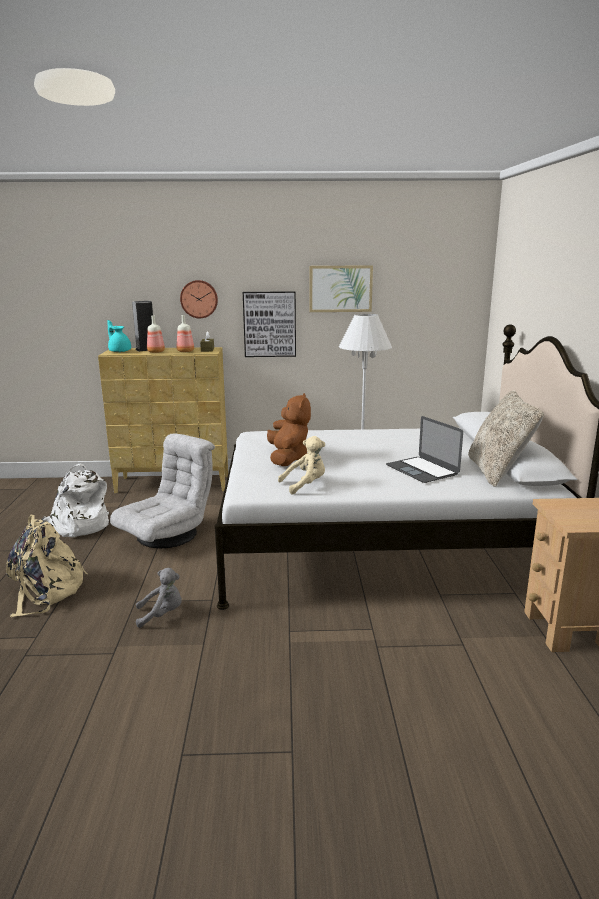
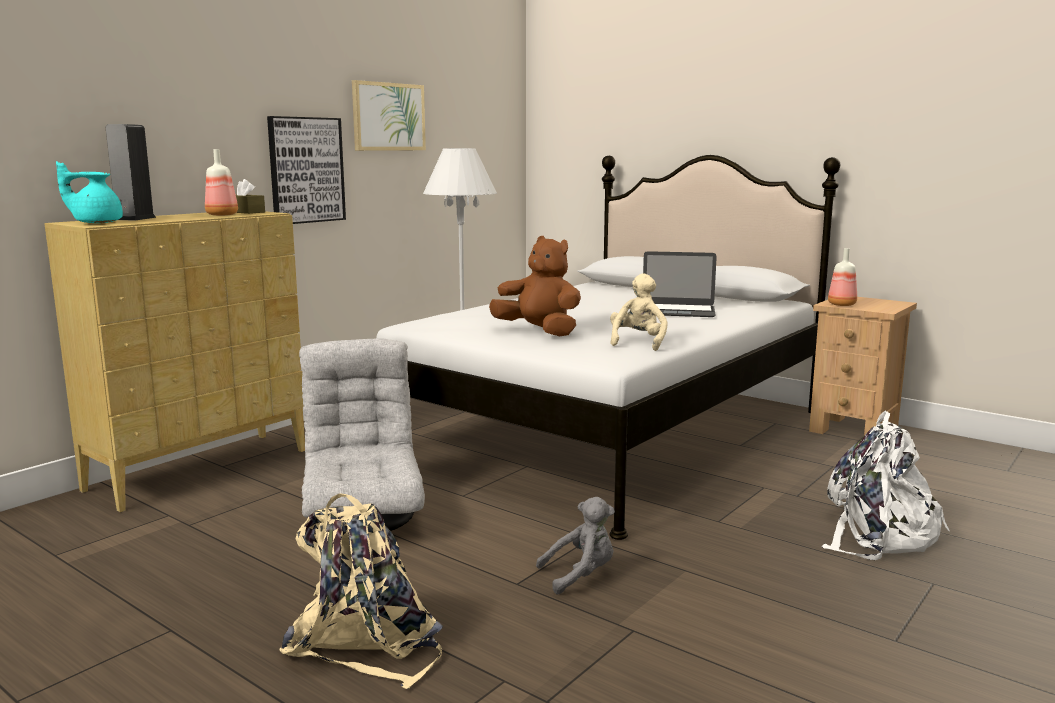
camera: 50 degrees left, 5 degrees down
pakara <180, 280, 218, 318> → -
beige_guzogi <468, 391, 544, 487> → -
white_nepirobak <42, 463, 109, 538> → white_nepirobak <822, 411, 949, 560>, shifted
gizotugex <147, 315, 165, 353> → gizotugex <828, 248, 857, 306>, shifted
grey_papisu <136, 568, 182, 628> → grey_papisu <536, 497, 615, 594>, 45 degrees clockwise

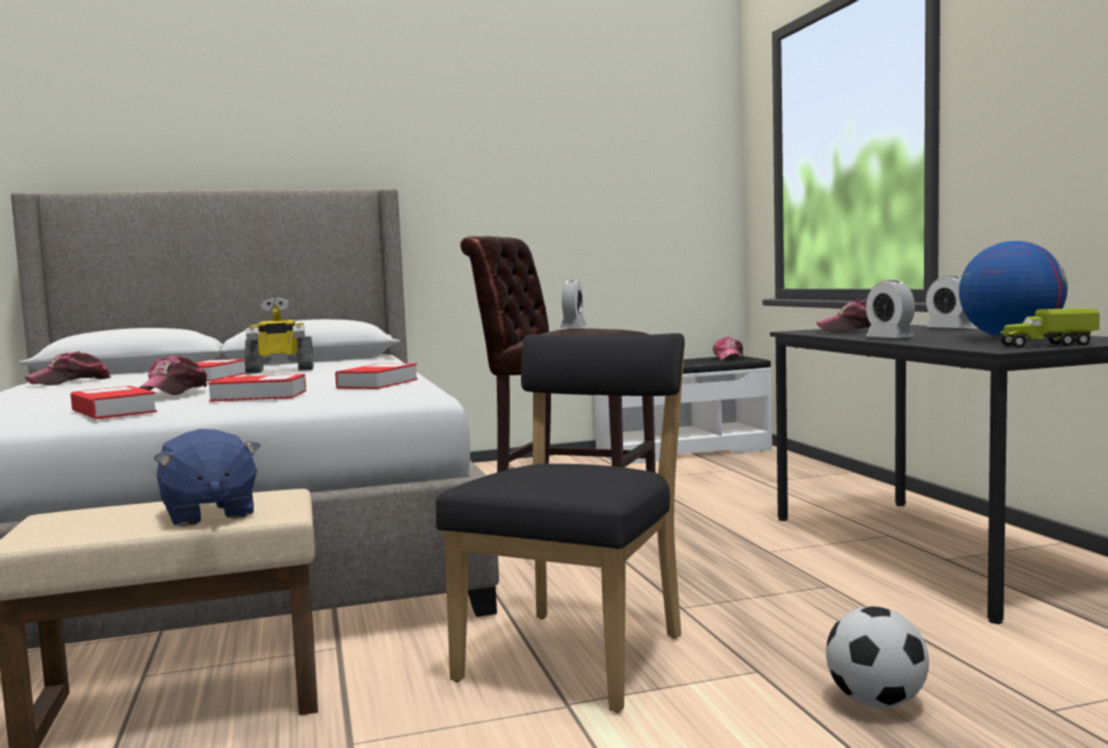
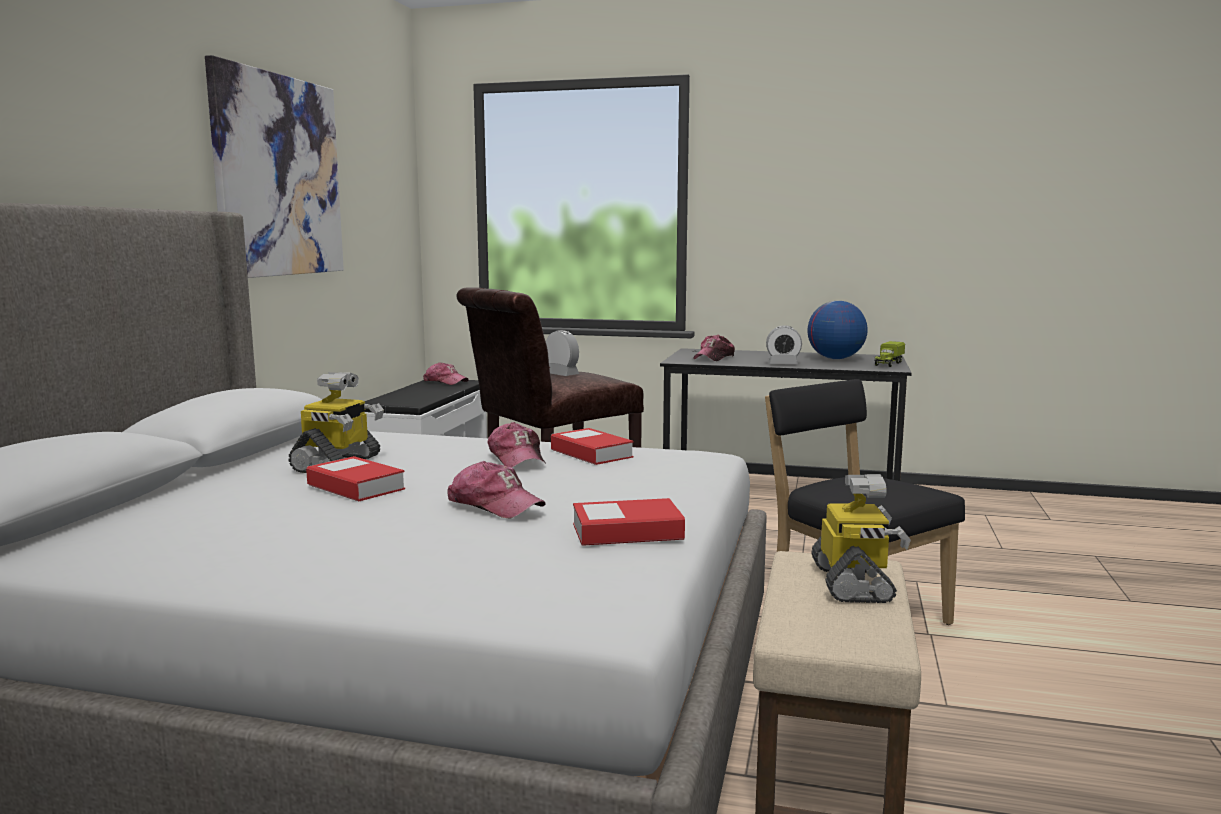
camera: 60 degrees left, 5 degrees up
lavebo <208, 374, 306, 402> → -
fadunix <826, 606, 929, 708> → -
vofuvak <926, 276, 973, 328> → -
- → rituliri <205, 55, 344, 278>
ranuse <25, 351, 111, 386> → ranuse <488, 422, 546, 467>, shifted
blue_papisu <154, 429, 261, 527> → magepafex <811, 474, 911, 603>

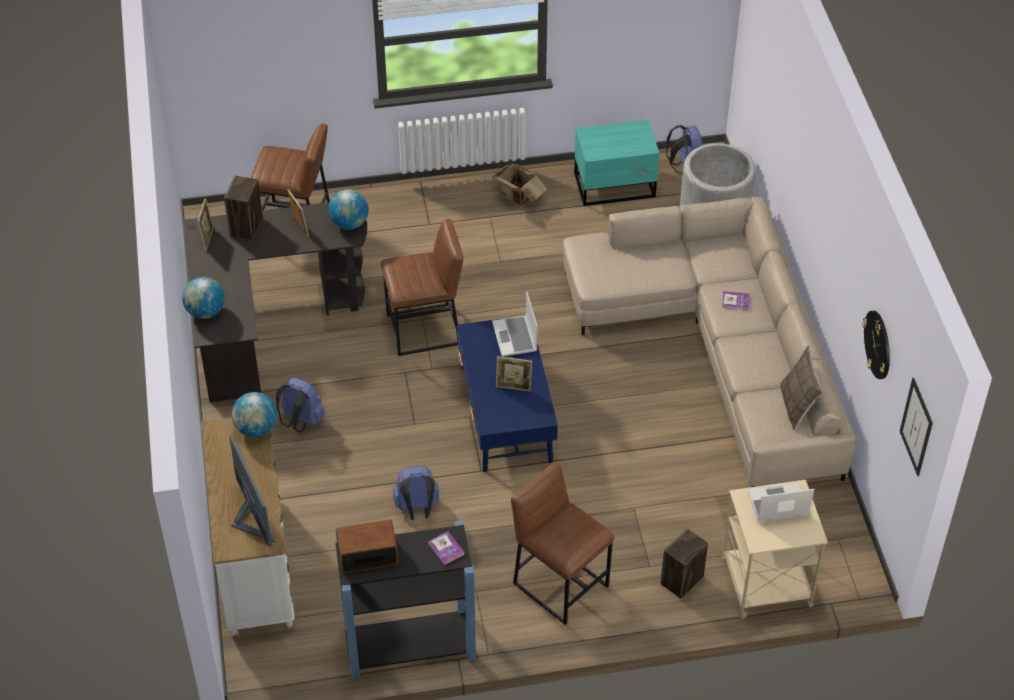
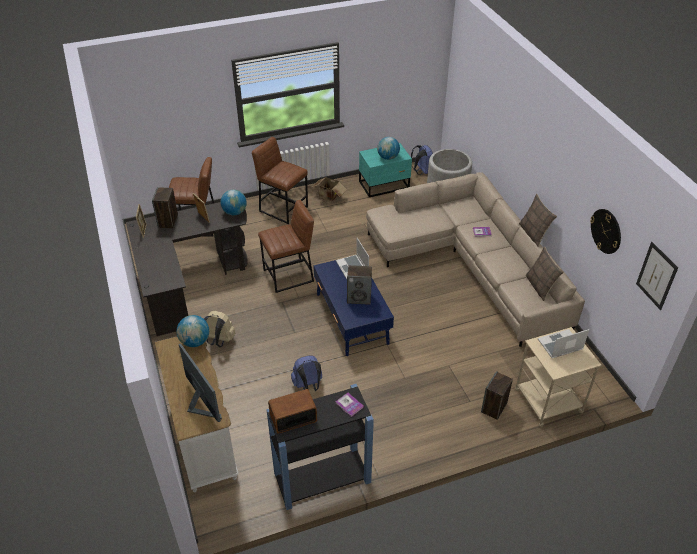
camera: 10 degrees left, 5 degrees down
- → guzogi <519, 194, 557, 247>
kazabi <182, 277, 225, 319> → kazabi <377, 137, 400, 160>, shifted
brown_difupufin <511, 462, 614, 625> → brown_difupufin <252, 137, 308, 224>, shifted
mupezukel <496, 356, 532, 391> → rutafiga <347, 265, 372, 305>
blue_nepirobak <276, 378, 325, 432> → beige_nepirobak <204, 311, 235, 347>

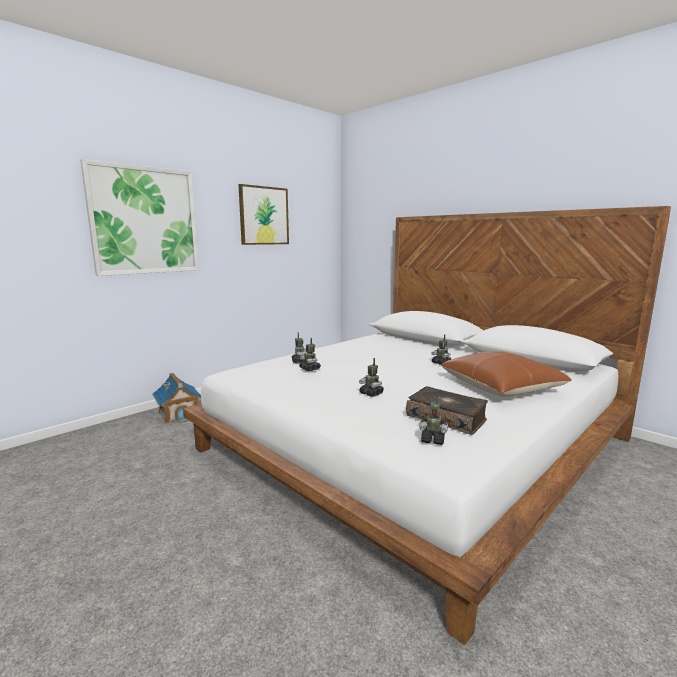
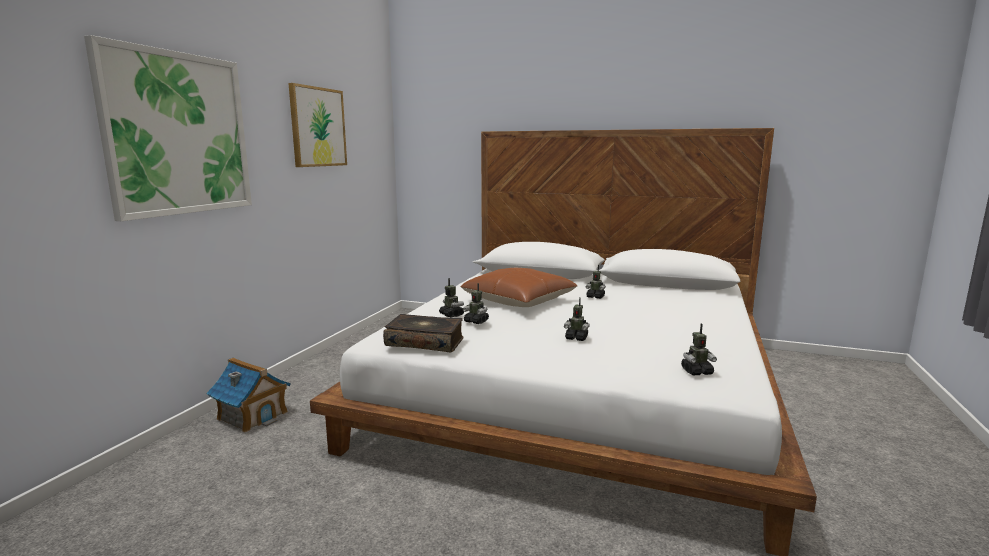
camera: 25 degrees left, 0 degrees up
lavebo <406, 386, 488, 435> → lavebo <383, 314, 463, 353>, shifted
brown_guzogi <441, 352, 572, 397> → brown_guzogi <461, 268, 577, 307>, shifted

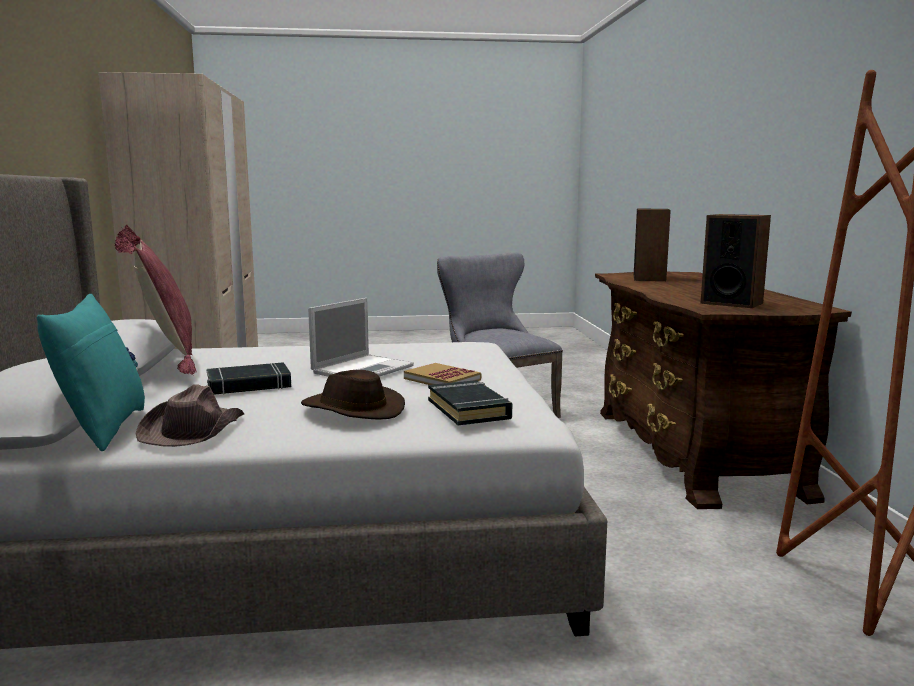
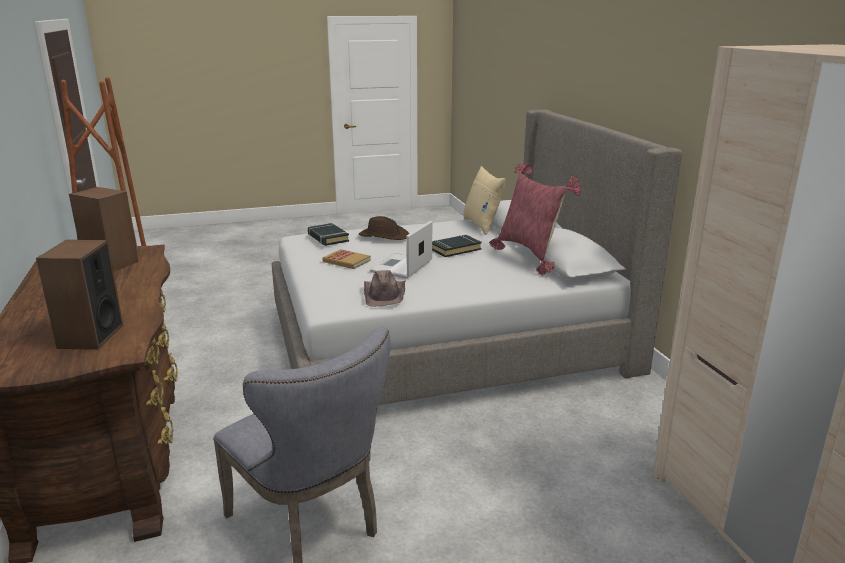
camera: 170 degrees right, 10 degrees up
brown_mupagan <135, 384, 244, 447> → brown_mupagan <364, 270, 406, 307>, shifted
turquoise_guzogi <36, 294, 145, 451> → beige_guzogi <464, 166, 505, 235>

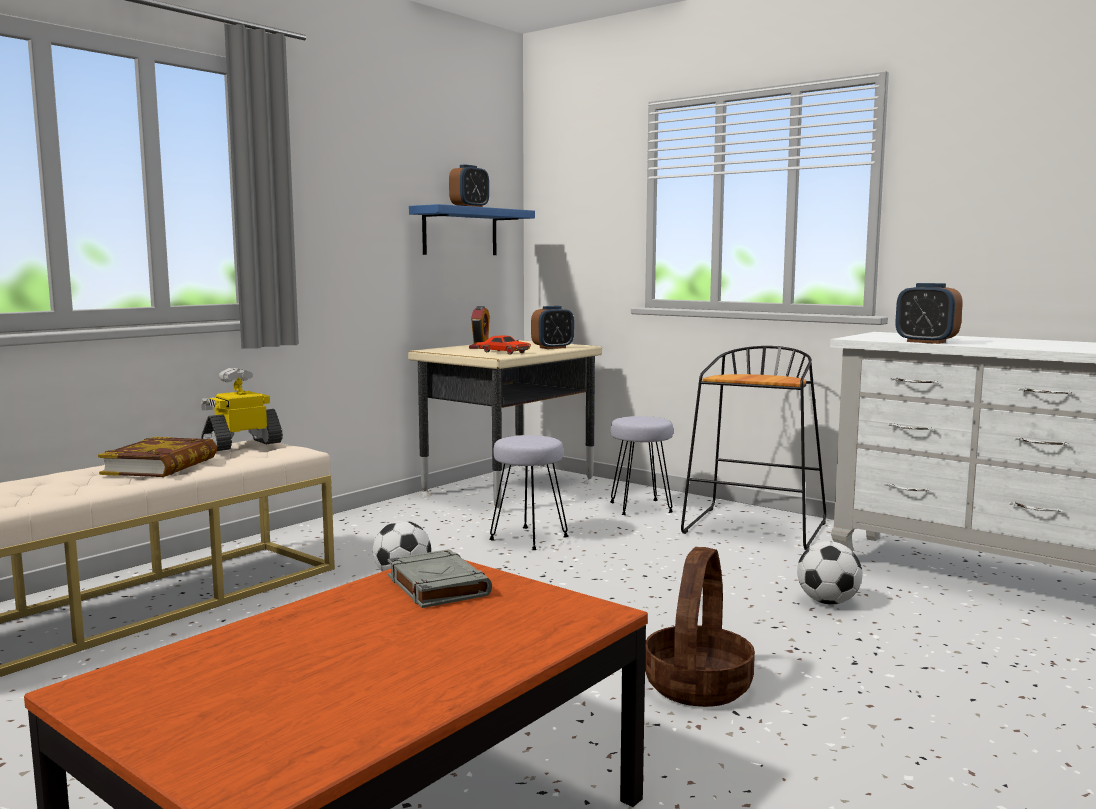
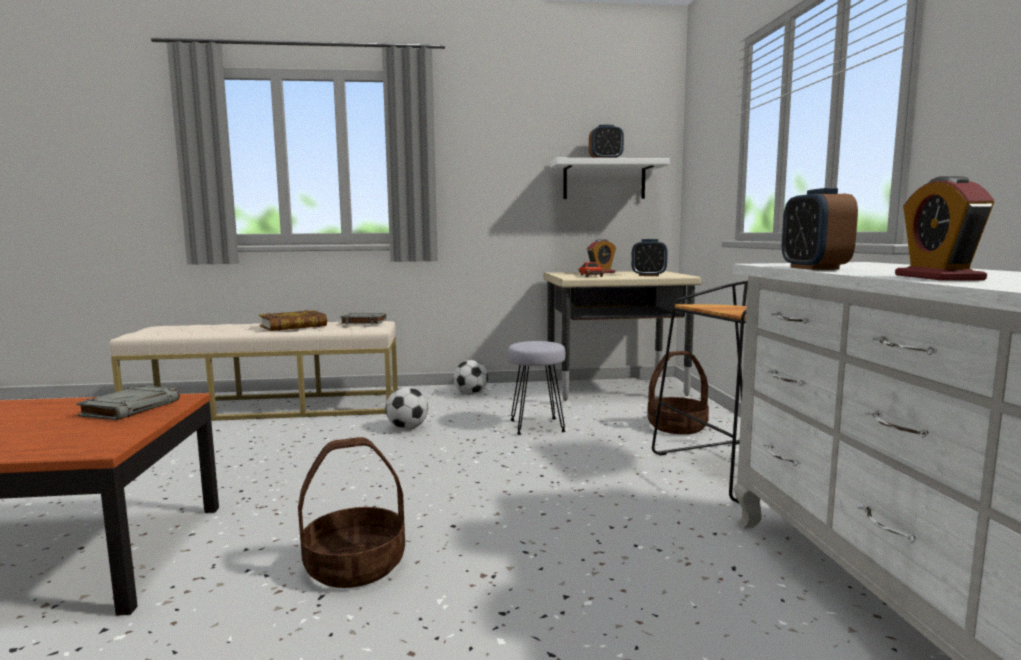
camera: 45 degrees right, 0 degrees up
- → vofuvak <895, 176, 995, 281>
fadunix <797, 541, 862, 604> → fadunix <453, 360, 488, 395>, shifted
magepafex <201, 368, 283, 451> → grey_lavebo <340, 313, 386, 324>
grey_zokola <610, 416, 673, 515> → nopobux <647, 351, 709, 434>
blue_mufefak <409, 204, 535, 255> → white_mufefak <550, 158, 670, 199>

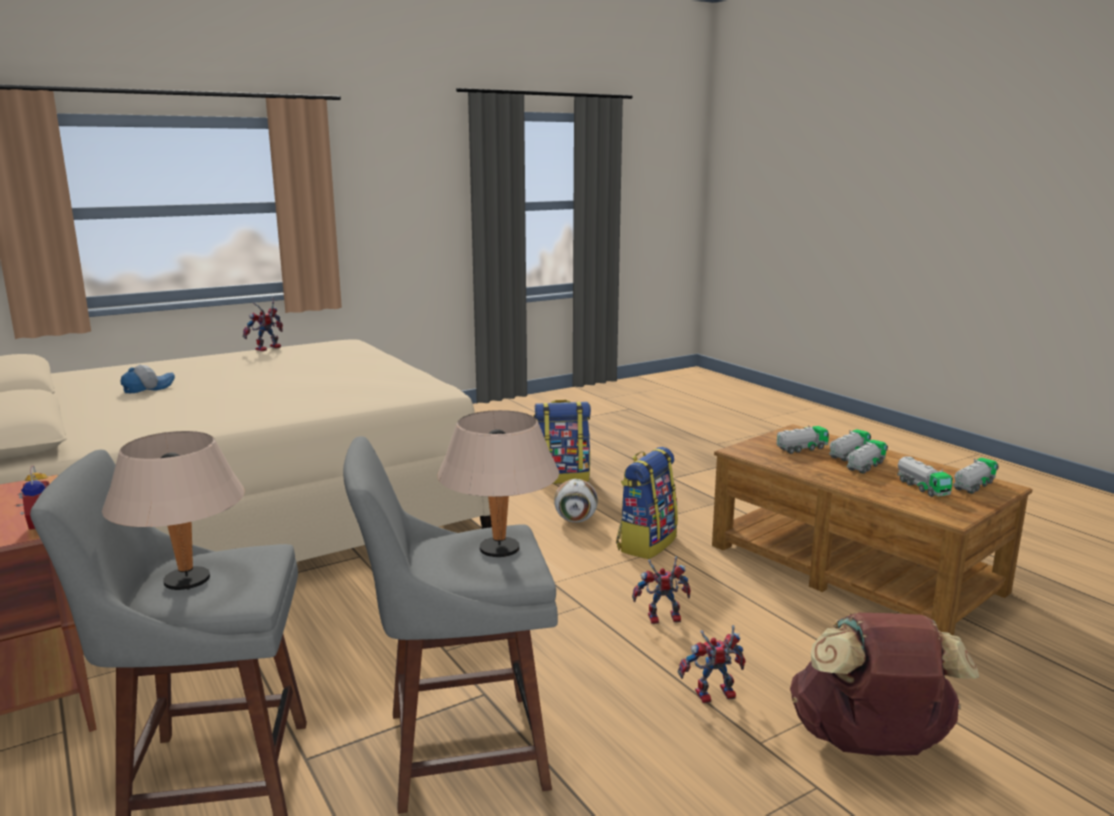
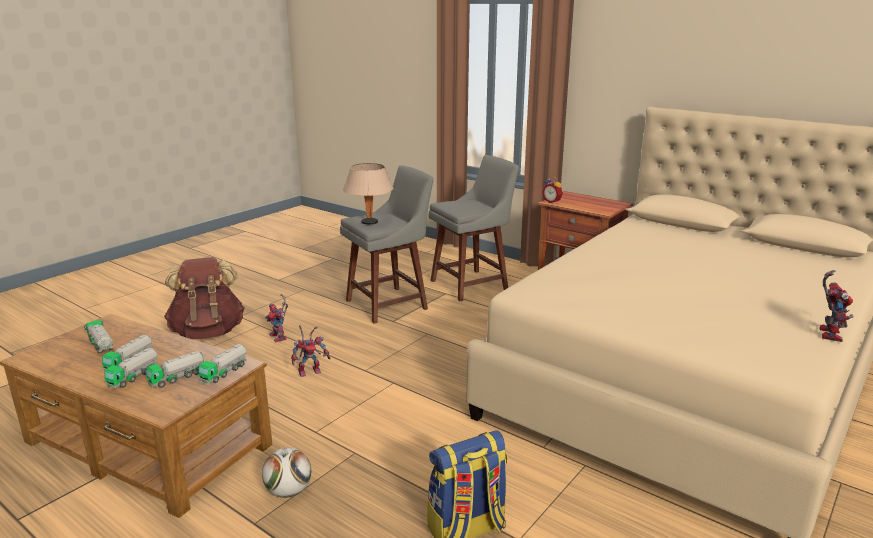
camera: 160 degrees right, 5 degrees up
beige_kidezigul <102, 431, 245, 590> → -
ranuse <120, 365, 175, 393> → -
nepirobak <616, 447, 678, 559> → -
fadunix <554, 479, 598, 523> → fadunix <262, 447, 311, 498>, shifted
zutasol <953, 458, 999, 494> → zutasol <198, 344, 247, 383>, shifted
magepafex <678, 625, 746, 703> → magepafex <265, 294, 288, 342>, 90 degrees clockwise

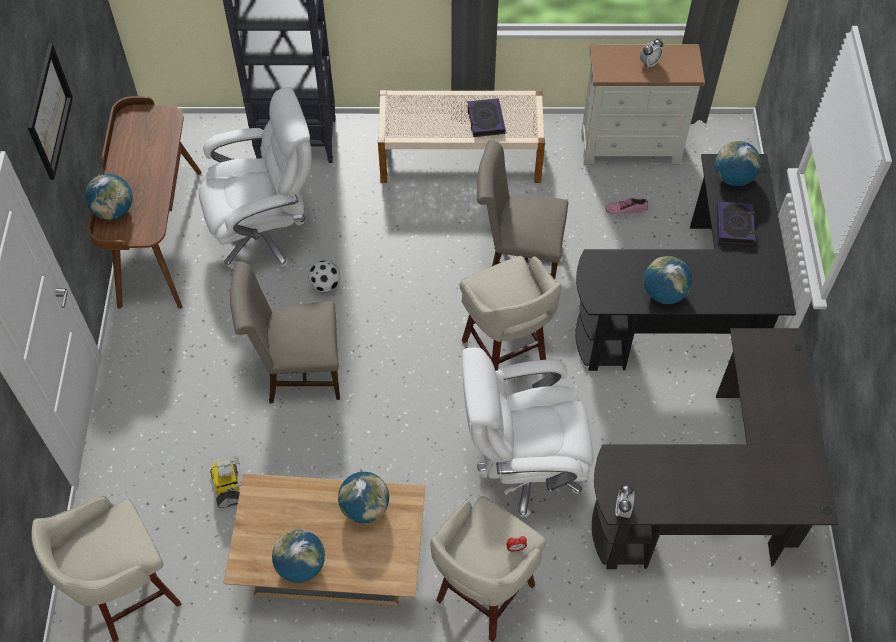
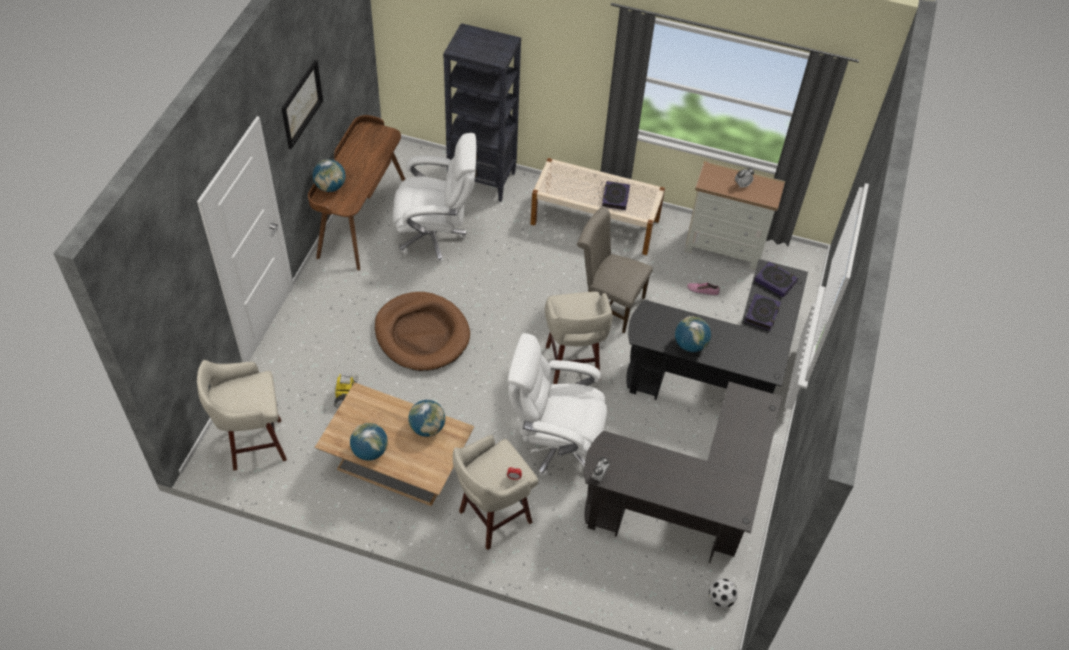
camera: 15 degrees right, 5 degrees down
fadunix <308, 260, 340, 292> → fadunix <709, 579, 738, 608>, shifted
beige_difupufin <230, 261, 340, 404> → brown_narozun <375, 292, 470, 371>
kazabi <715, 141, 761, 186> → lavebo <754, 262, 798, 298>

